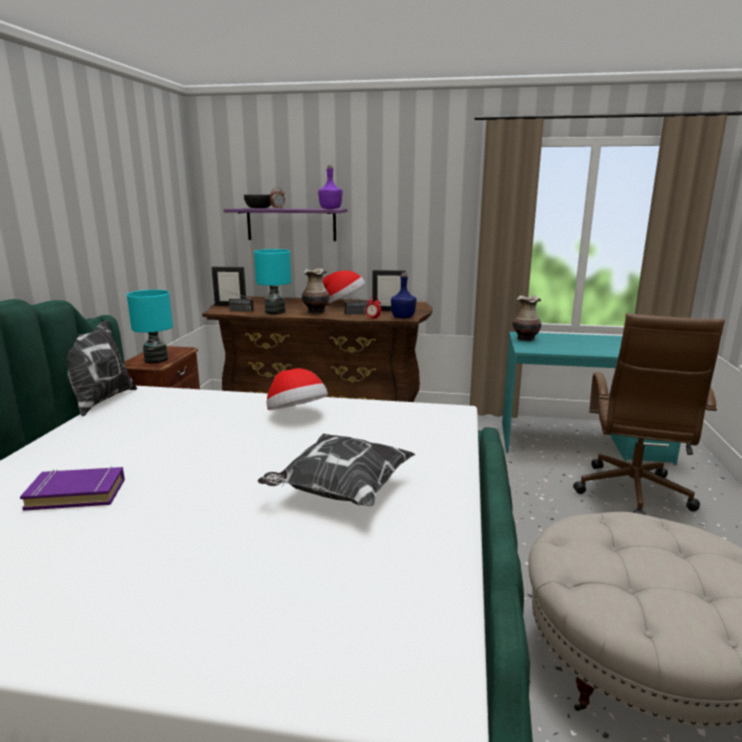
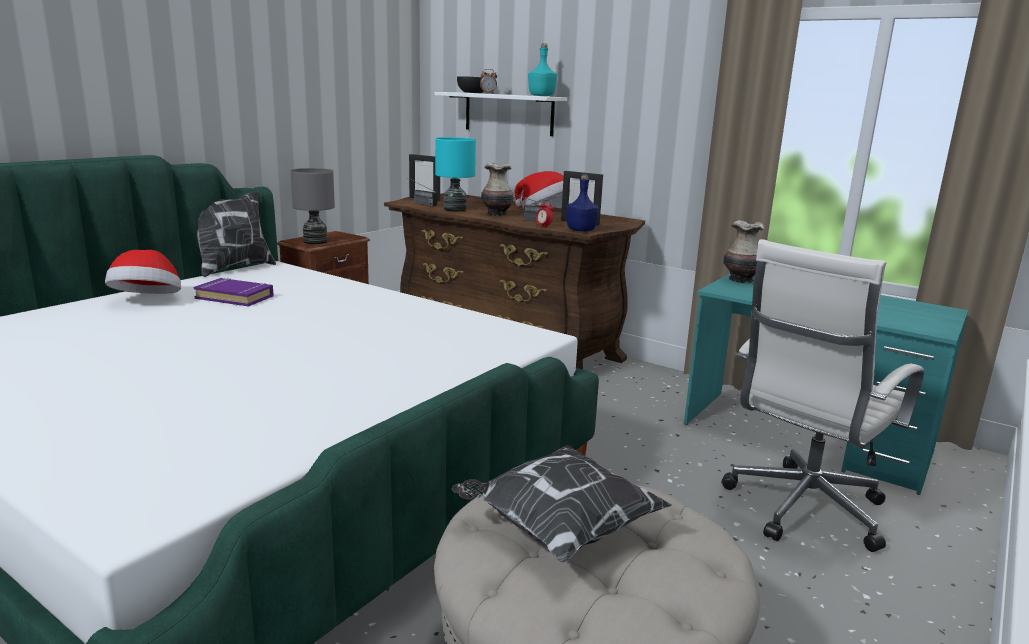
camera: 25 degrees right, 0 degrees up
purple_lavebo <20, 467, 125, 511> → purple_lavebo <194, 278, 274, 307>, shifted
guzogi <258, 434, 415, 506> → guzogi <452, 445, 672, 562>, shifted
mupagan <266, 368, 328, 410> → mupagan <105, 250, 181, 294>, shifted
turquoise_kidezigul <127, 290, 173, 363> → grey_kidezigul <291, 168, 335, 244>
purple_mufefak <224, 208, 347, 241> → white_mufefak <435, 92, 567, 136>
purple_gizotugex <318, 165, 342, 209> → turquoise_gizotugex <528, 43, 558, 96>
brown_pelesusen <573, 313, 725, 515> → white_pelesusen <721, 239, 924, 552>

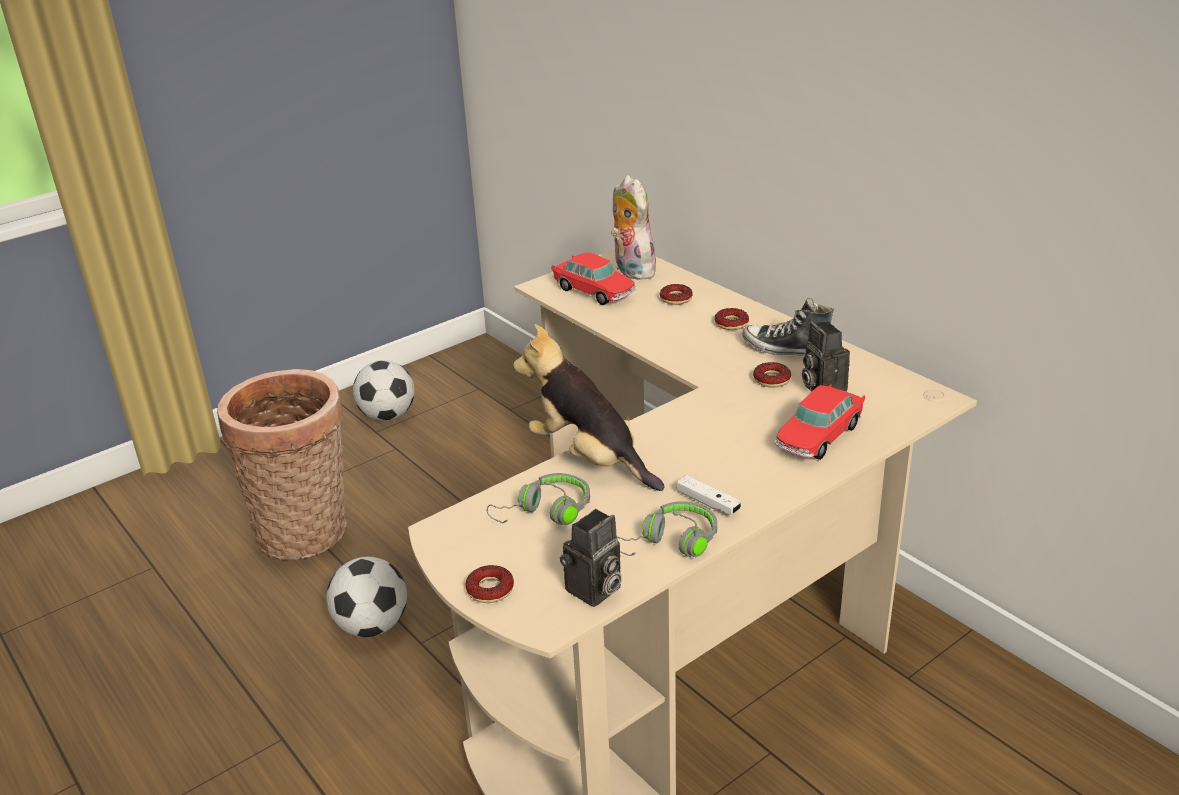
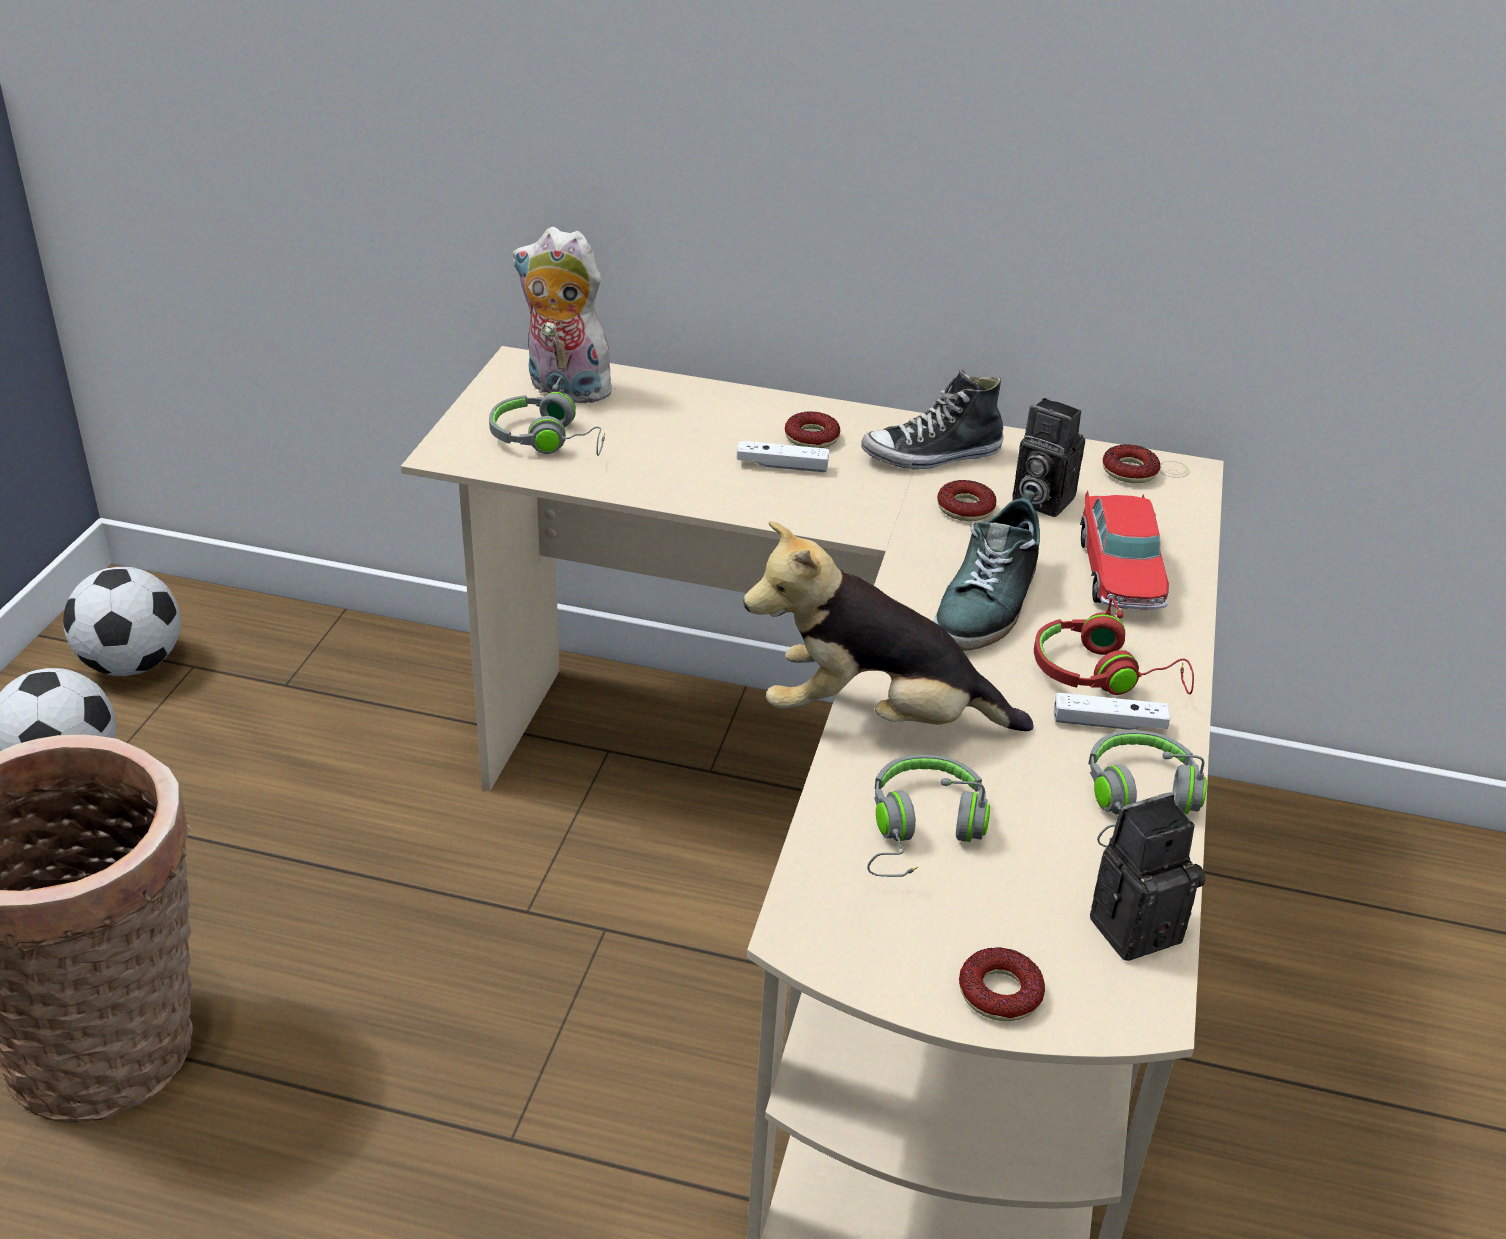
camera: 40 degrees left, 5 degrees up
- → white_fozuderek <737, 441, 829, 472>
- → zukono <933, 489, 1040, 650>
- → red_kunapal <1034, 598, 1194, 695>
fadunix <326, 557, 407, 637> → fadunix <63, 567, 181, 676>, shifted
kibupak <660, 284, 693, 305> → kibupak <1103, 444, 1160, 483>, shifted
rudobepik <551, 252, 636, 305> → grey_kunapal <489, 377, 605, 456>
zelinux <560, 509, 622, 607> → zelinux <1090, 793, 1206, 961>, 120 degrees counterclockwise

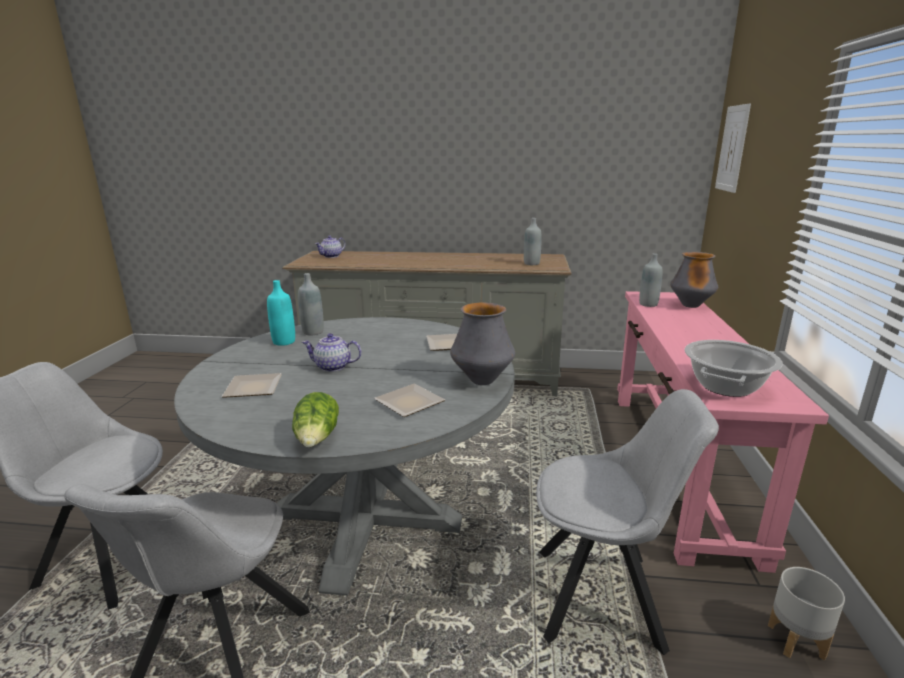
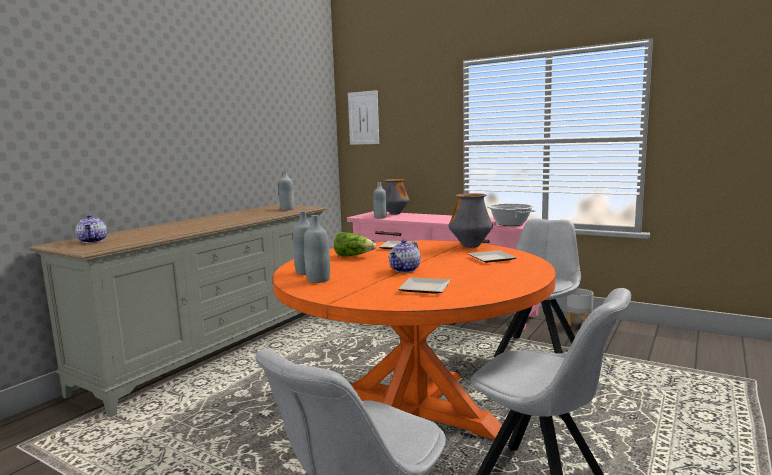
camera: 65 degrees left, 10 degrees down
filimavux <292, 392, 339, 447> → filimavux <334, 232, 376, 257>, shifted
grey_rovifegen <174, 317, 515, 596> → orange_rovifegen <273, 240, 556, 440>
turquoise_gizotugex <267, 280, 295, 346> → grey_gizotugex <304, 215, 330, 283>

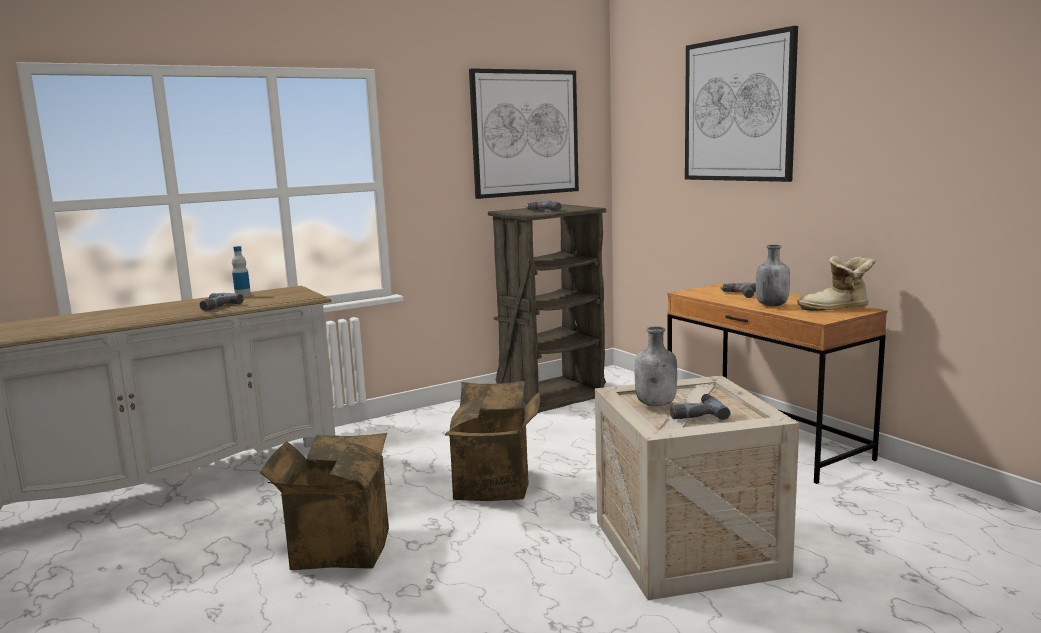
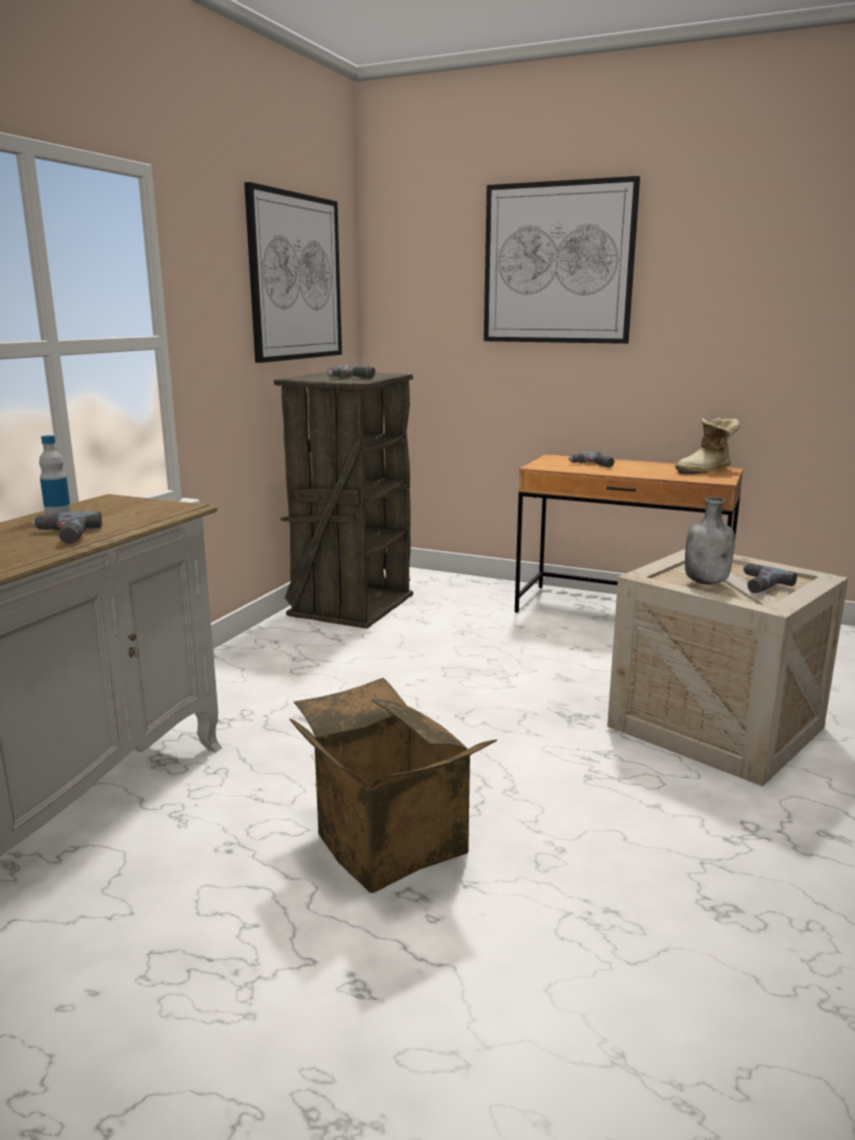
camera: 35 degrees left, 5 degrees up
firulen <445, 381, 540, 501> → -
grey_gizotugex <756, 245, 790, 306> → -

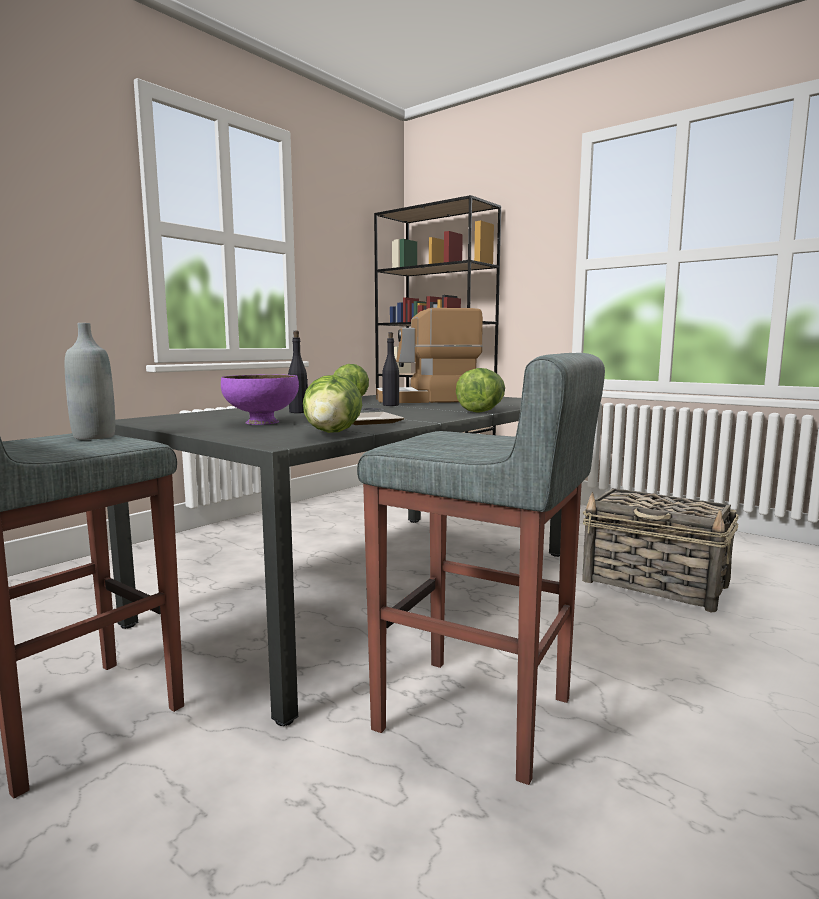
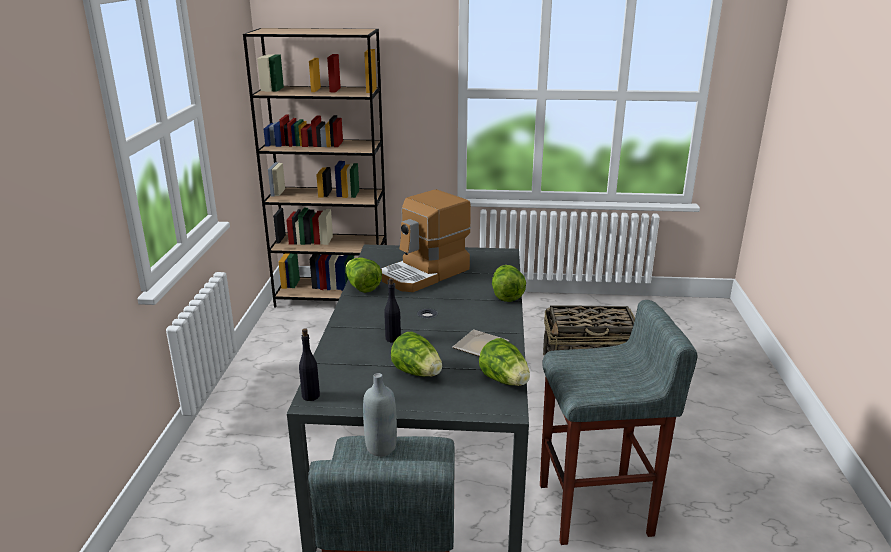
camera: 35 degrees left, 15 degrees up
black_gizotugex <382, 332, 399, 406> → black_gizotugex <299, 329, 320, 401>, shifted
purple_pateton <221, 374, 299, 425> → filimavux <391, 331, 442, 376>

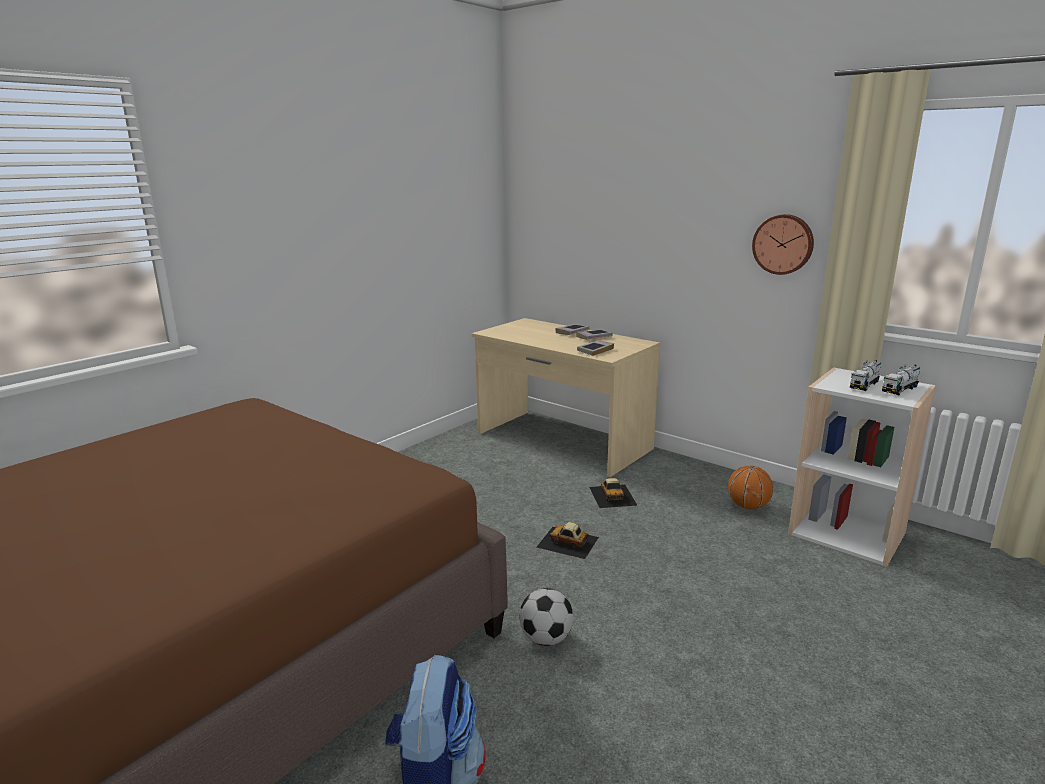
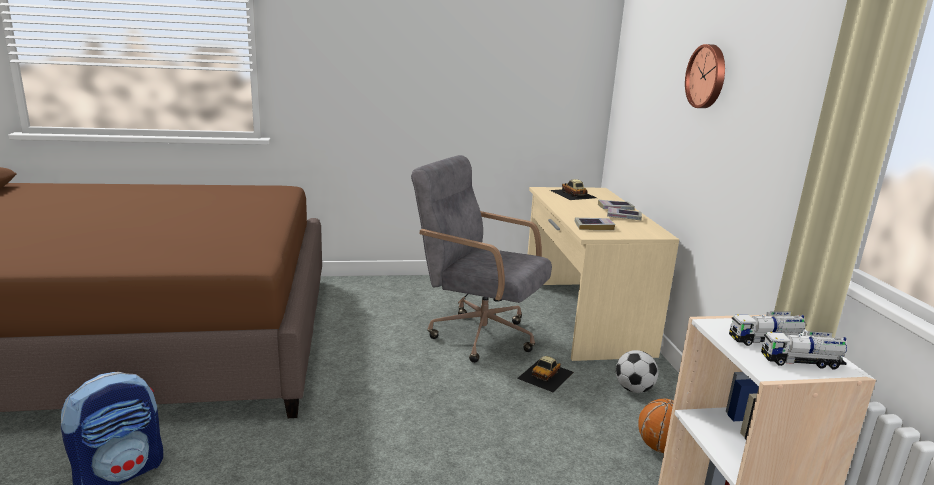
camera: 40 degrees right, 0 degrees up
- → grey_pelesusen <411, 155, 552, 363>
fadunix <519, 588, 573, 646> → fadunix <616, 350, 658, 393>, shifted
rudobepik <537, 522, 599, 559> → rudobepik <550, 179, 596, 200>, shifted
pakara <752, 214, 814, 275> → pakara <685, 44, 725, 108>, shifted

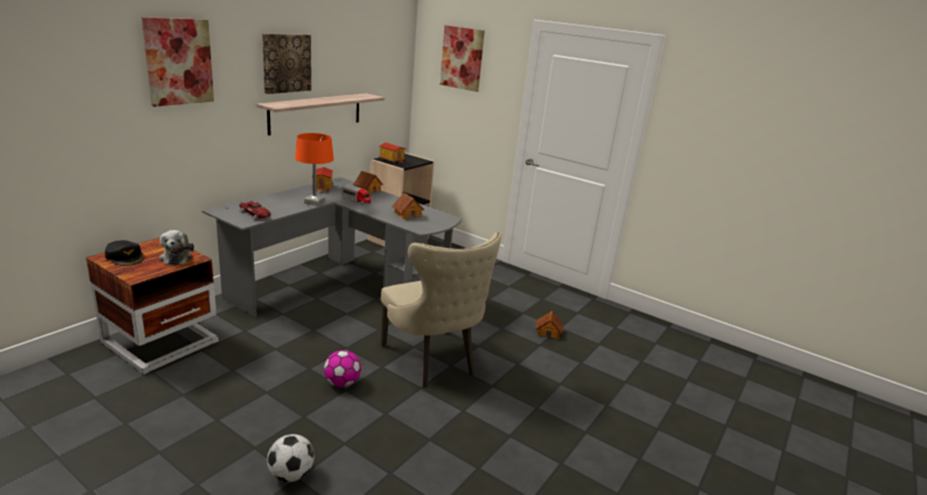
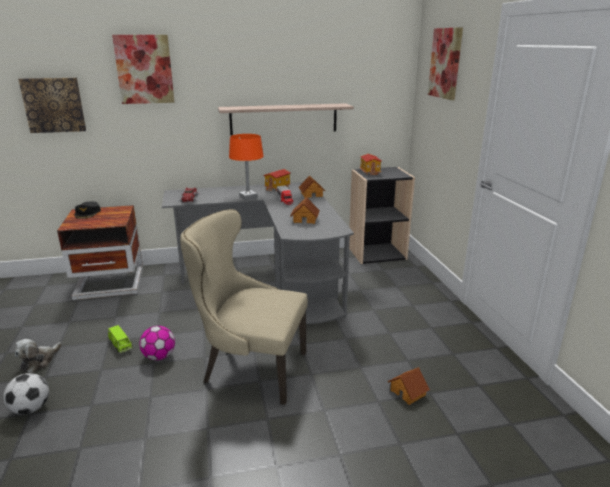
camera: 45 degrees right, 0 degrees up
- → green_rudobepik <108, 325, 133, 353>
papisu <159, 230, 194, 265> → papisu <15, 339, 62, 373>, shifted
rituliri <262, 34, 311, 94> → rituliri <18, 78, 86, 133>, shifted
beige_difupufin <381, 232, 501, 388> → beige_difupufin <180, 209, 308, 405>, 90 degrees clockwise

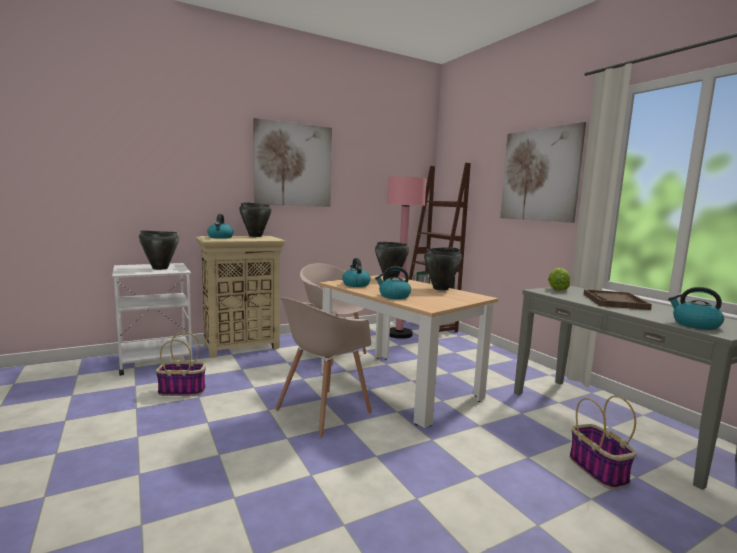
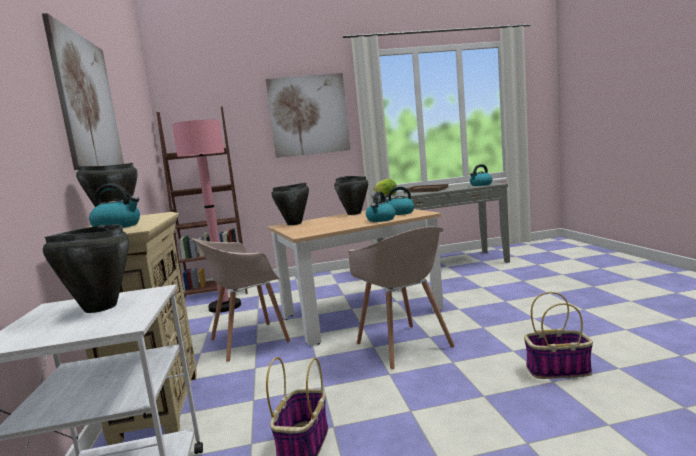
camera: 70 degrees left, 0 degrees up
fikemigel <342, 258, 371, 287> → fikemigel <385, 187, 414, 215>, shifted
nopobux <570, 396, 636, 489> → nopobux <524, 292, 593, 379>, shifted

